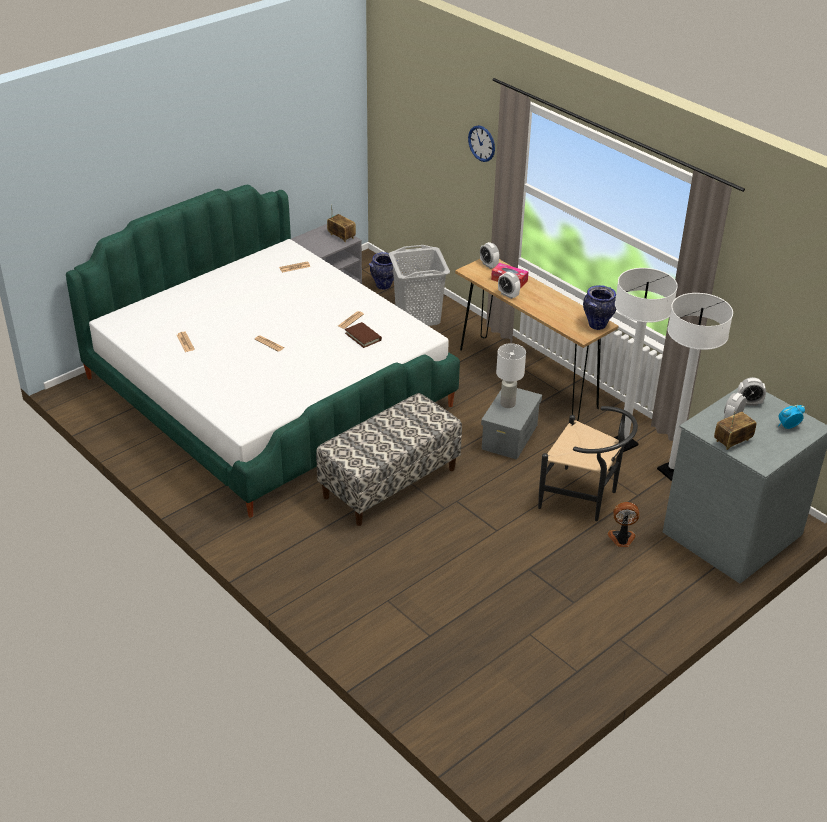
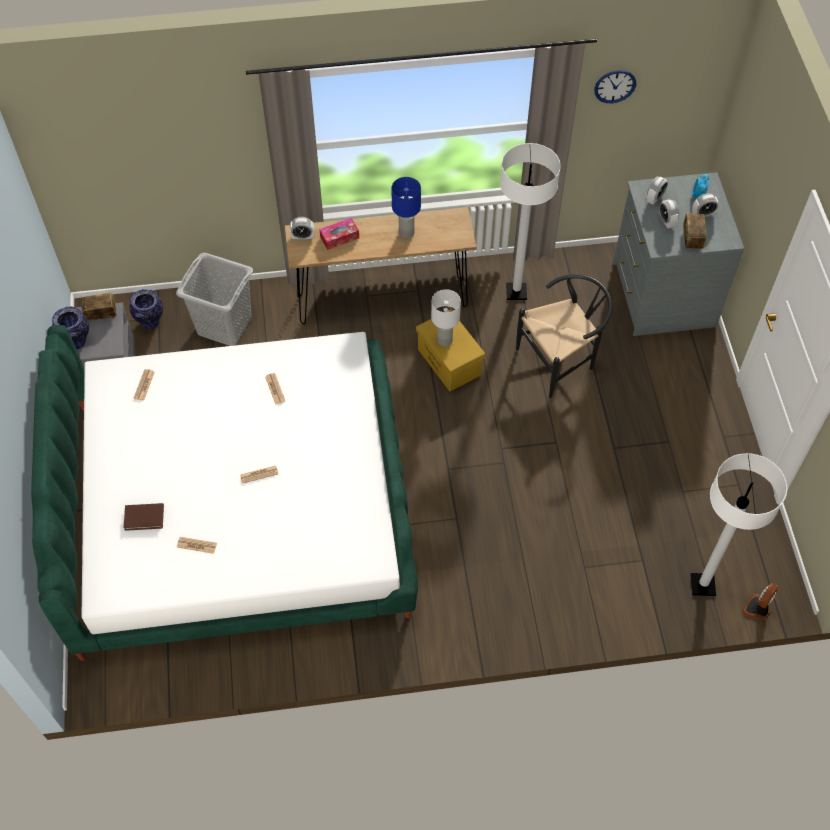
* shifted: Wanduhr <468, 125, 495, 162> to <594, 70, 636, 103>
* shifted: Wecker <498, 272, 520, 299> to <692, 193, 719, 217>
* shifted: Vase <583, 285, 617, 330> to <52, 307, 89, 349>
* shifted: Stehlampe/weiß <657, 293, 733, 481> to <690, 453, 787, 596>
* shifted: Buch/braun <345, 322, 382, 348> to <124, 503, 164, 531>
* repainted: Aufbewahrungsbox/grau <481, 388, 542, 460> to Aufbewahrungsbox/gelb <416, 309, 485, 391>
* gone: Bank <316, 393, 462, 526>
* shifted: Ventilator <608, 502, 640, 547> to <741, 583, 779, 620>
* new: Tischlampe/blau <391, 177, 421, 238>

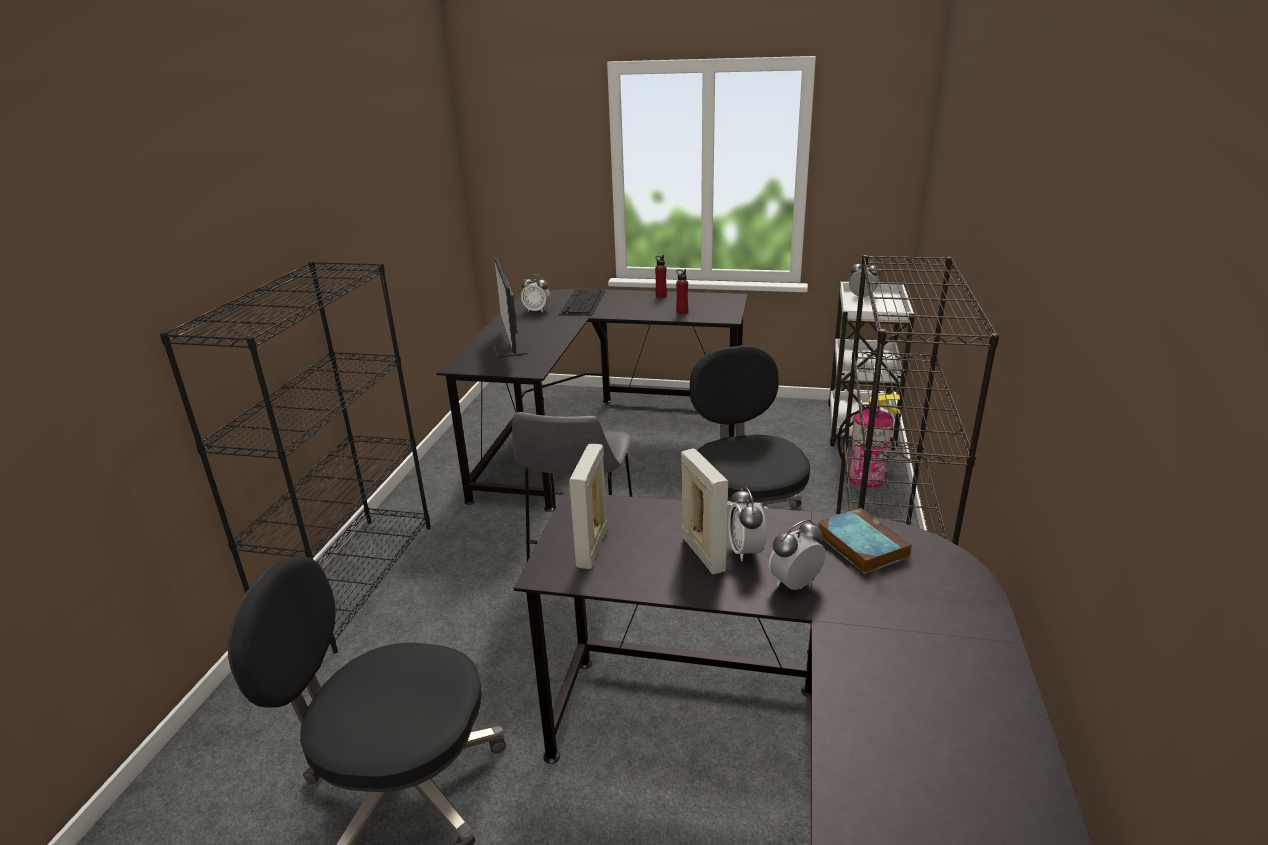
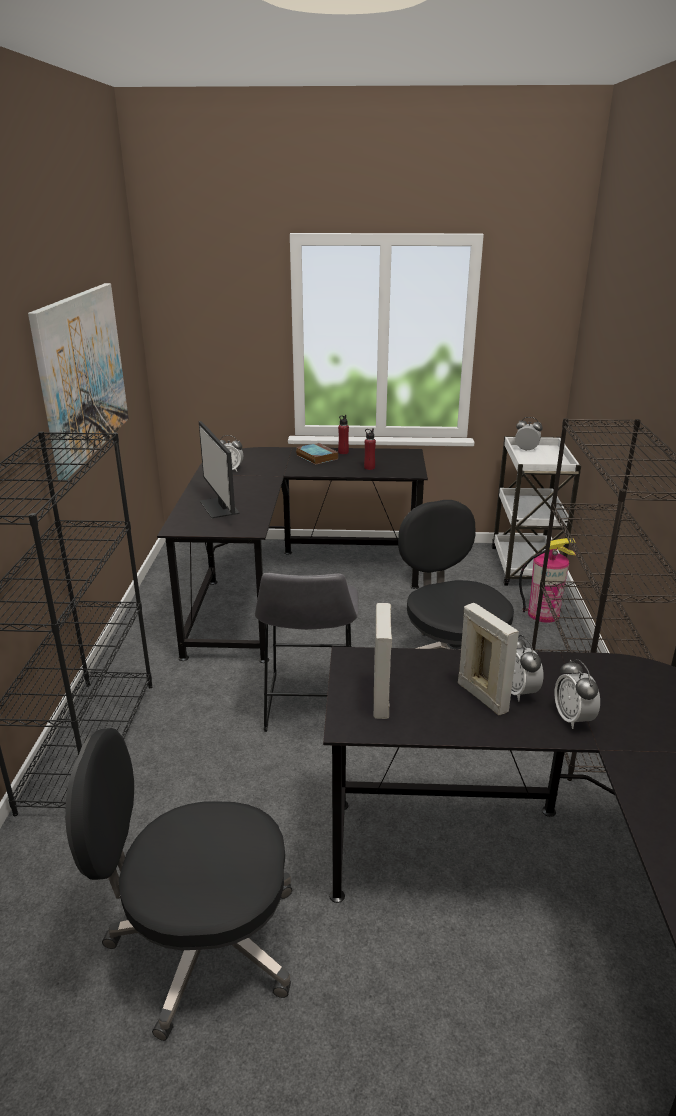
* gone: Tastatur <559, 289, 605, 316>
* shifted: Buch <818, 508, 912, 574> to <296, 443, 339, 465>
* rotated: Wecker <769, 520, 826, 590> = <555, 659, 600, 729> 60 degrees counterclockwise
* new: Bild <28, 283, 129, 480>

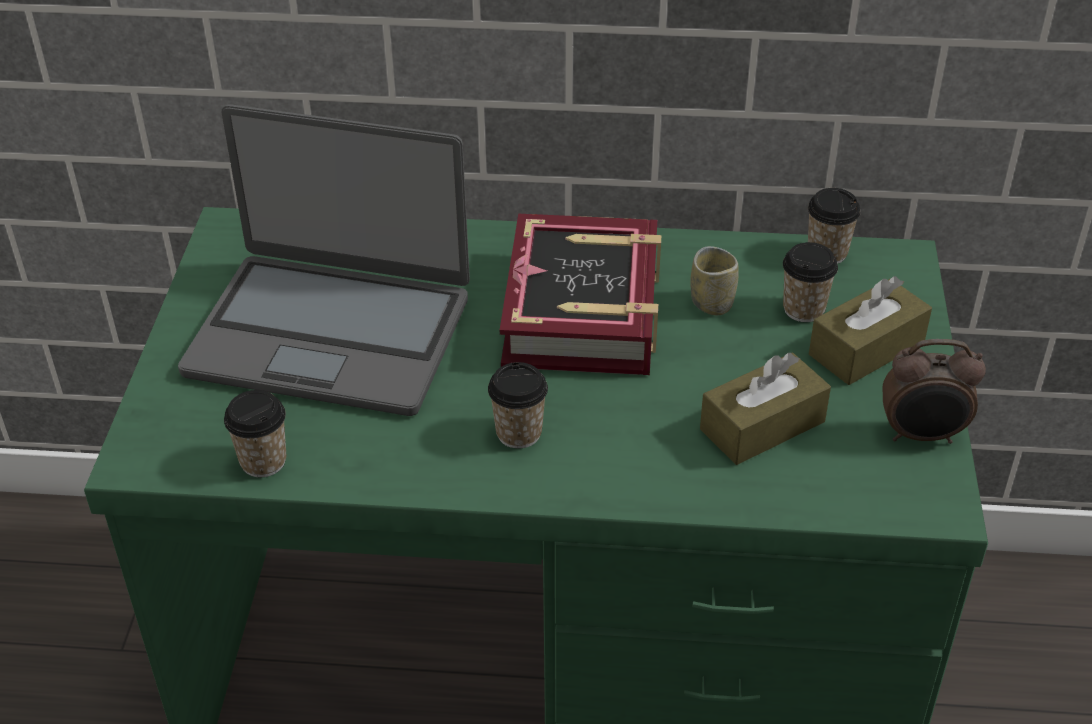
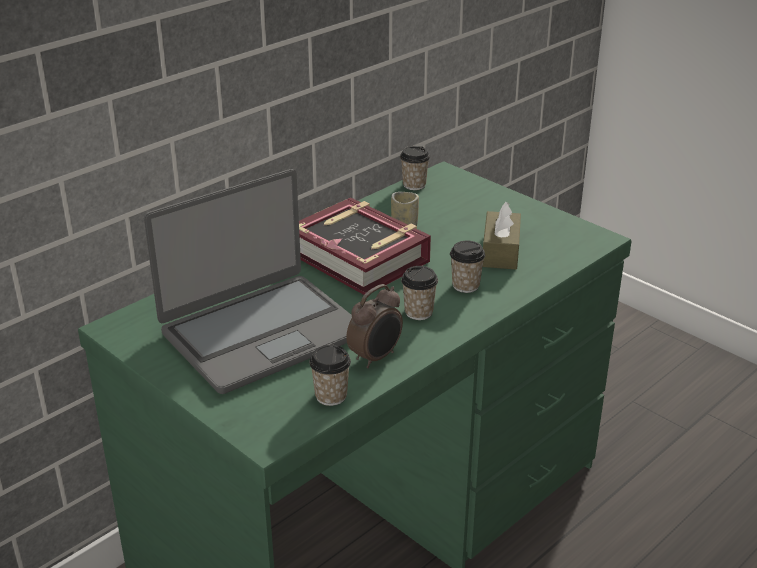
* shifted: Tasse <783, 242, 838, 322> to <450, 241, 485, 293>
* gone: Taschentuchbox/braun <809, 276, 932, 385>
* shifted: Wecker <882, 339, 986, 444> to <346, 284, 403, 368>

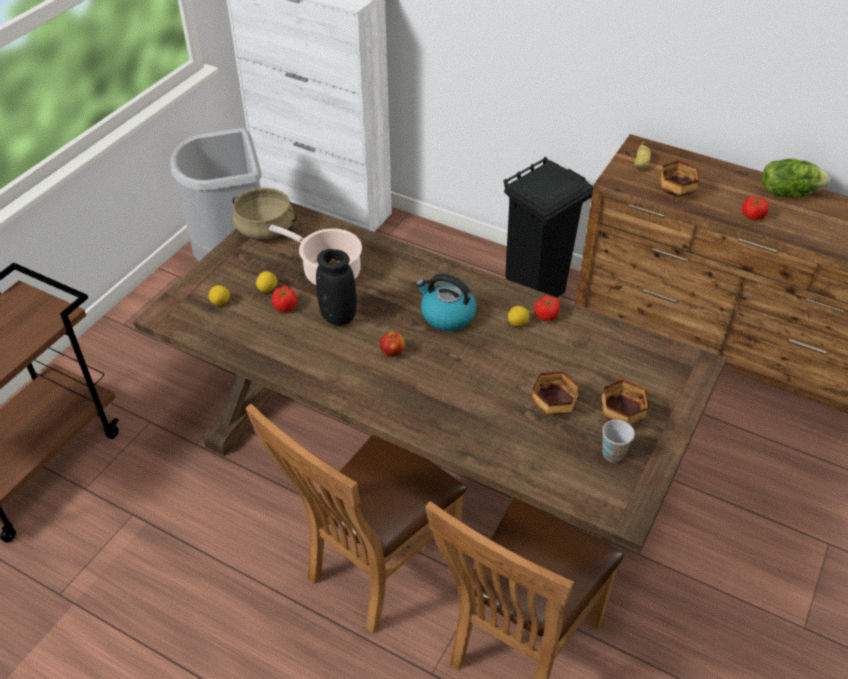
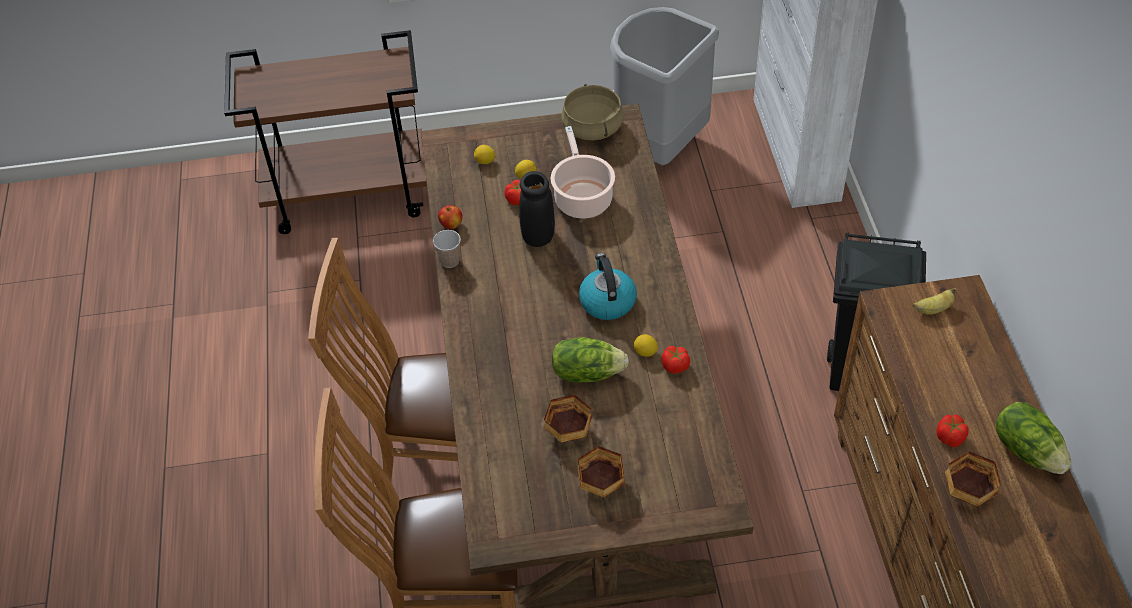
* shifted: Schüssel <660, 161, 700, 197> to <945, 452, 1001, 506>
* shifted: Apfel <380, 331, 405, 357> to <438, 205, 463, 229>
* shifted: Tasse <602, 420, 635, 463> to <433, 230, 461, 268>
* new: Salatkopf <552, 337, 629, 383>

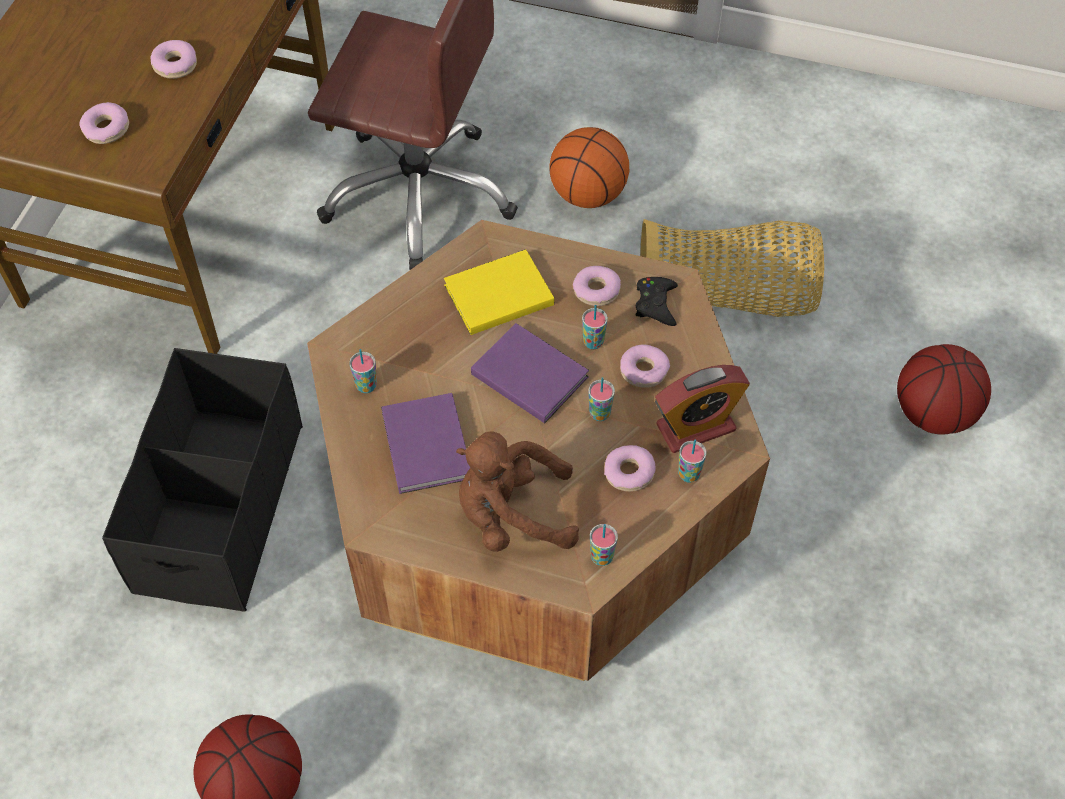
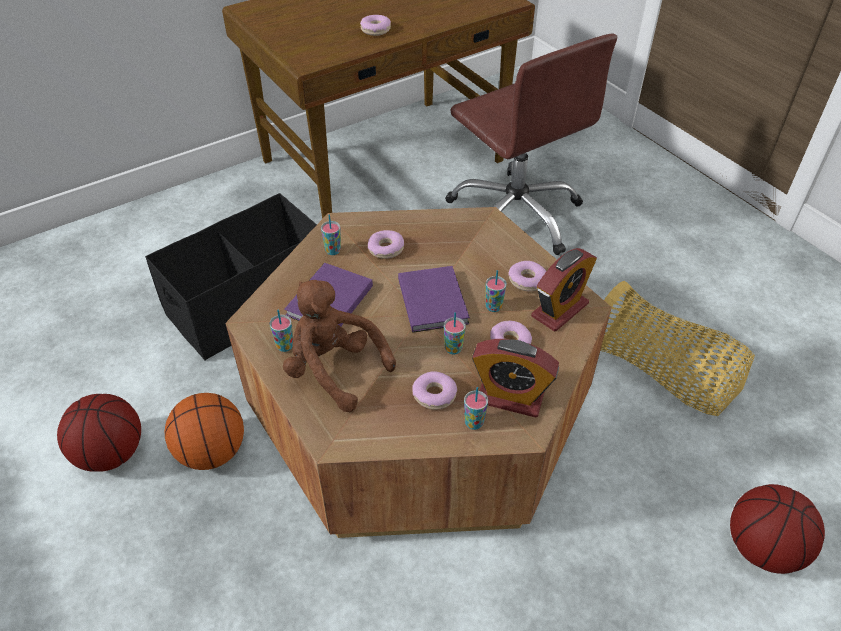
* shifted: Donut <79, 102, 129, 144> to <368, 230, 404, 259>
* shifted: Basketball <549, 127, 629, 208> to <165, 393, 244, 470>
* gone: Buch/gelb <444, 249, 554, 335>
* swapped: Gamepad/schwarz <636, 277, 678, 326> to Wecker <531, 248, 597, 331>
* shifted: Tasse <590, 524, 618, 566> to <269, 310, 293, 352>

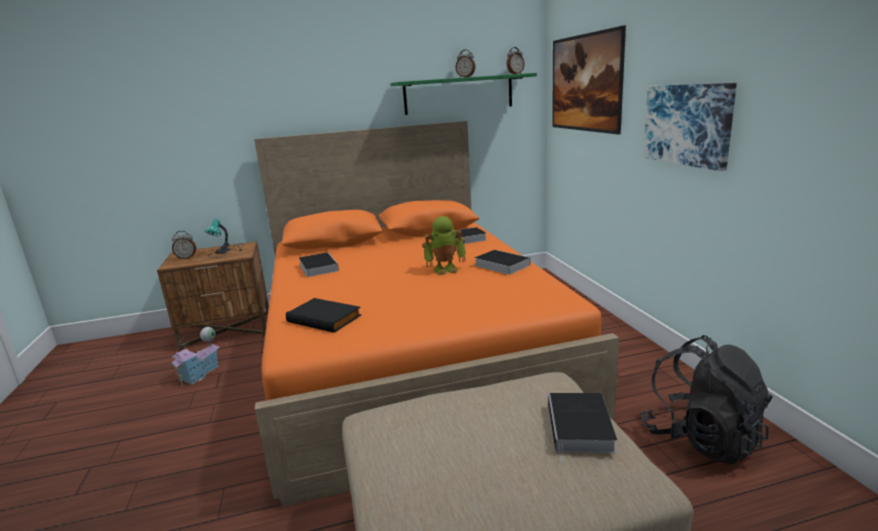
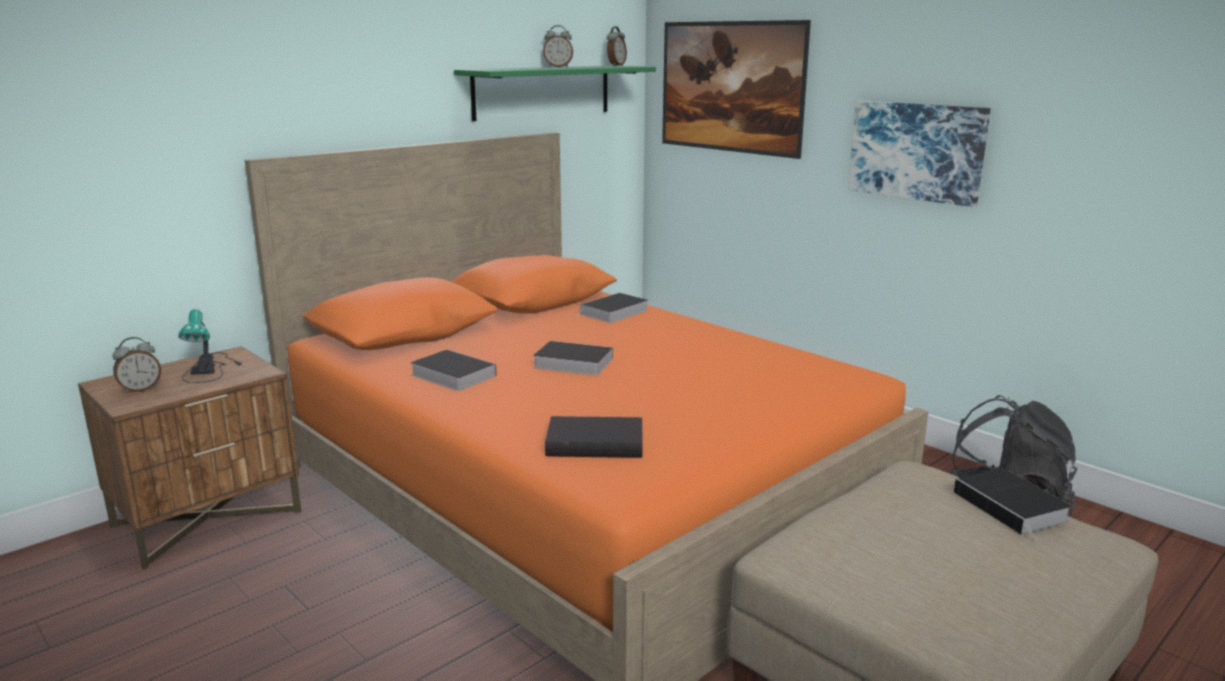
* gone: Spielzeugroboter <422, 216, 466, 275>
* shifted: Buch <474, 250, 530, 275> to <533, 341, 613, 376>
* gone: Spielzeughaus <169, 327, 220, 386>

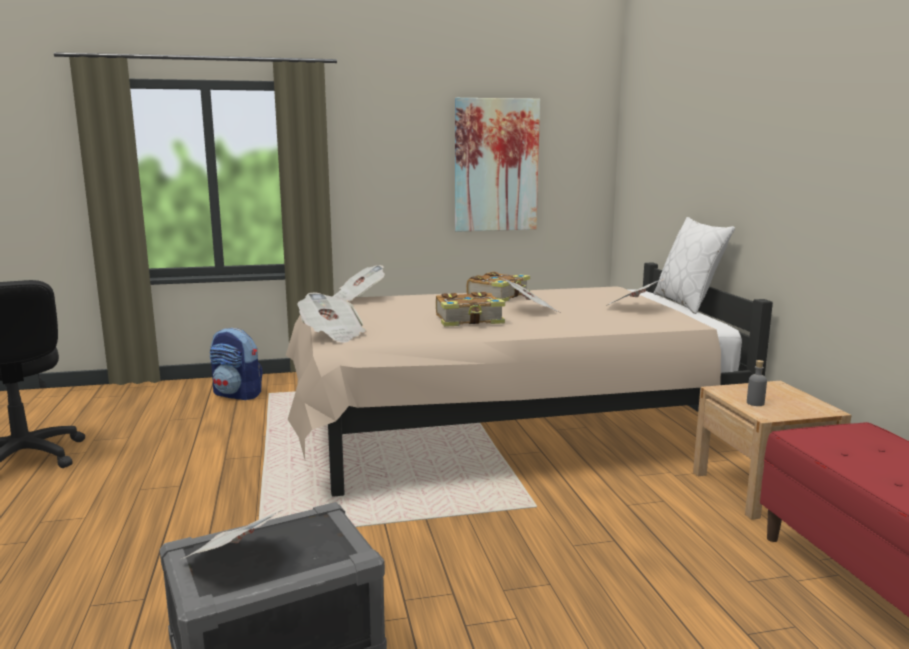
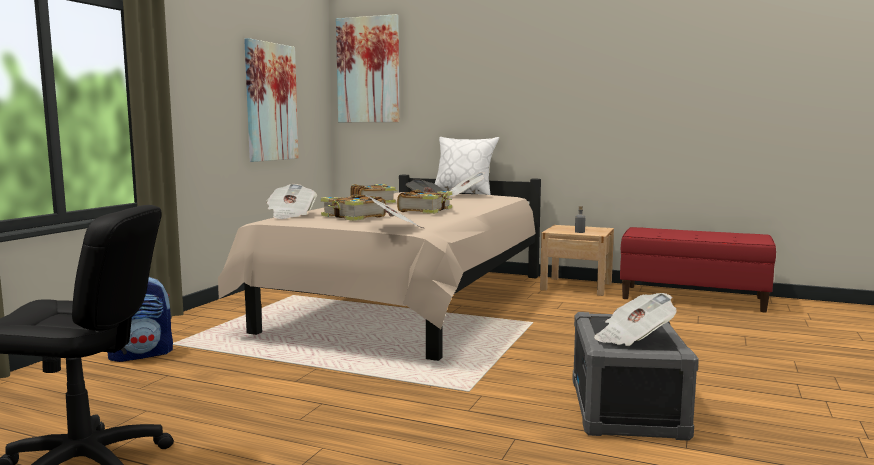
* new: Bild <336, 14, 399, 122>
* new: Buch <321, 194, 386, 221>

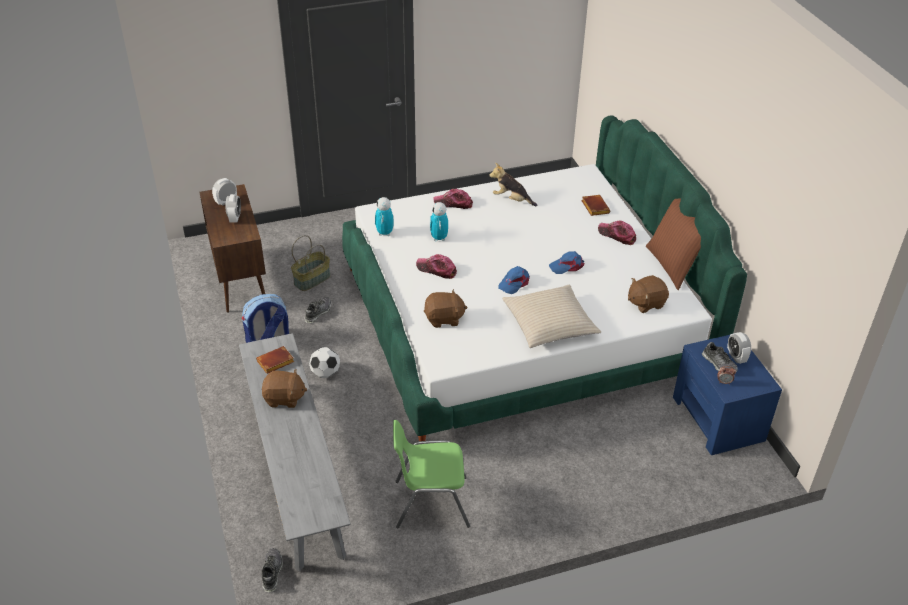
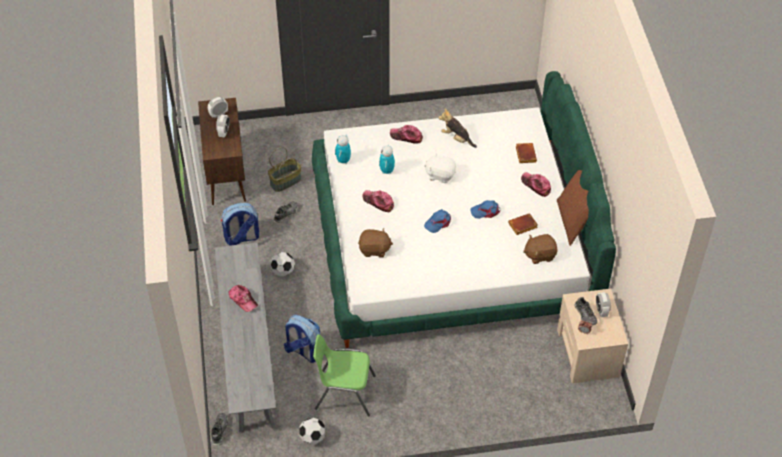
* gone: Kissen/beige <502, 285, 601, 348>
* repainted: Nachttisch/blau <673, 335, 782, 455> to Nachttisch/beige <557, 289, 628, 383>
* shifted: Buch/braun <256, 346, 294, 374> to <508, 213, 538, 235>
* swapped: Plüschtier/braun <262, 369, 307, 408> to Kappe <228, 285, 258, 312>
* new: Plüschtier/weiß <424, 152, 456, 183>
* new: Rucksack <284, 315, 320, 363>
* new: Fußball <299, 417, 325, 445>

